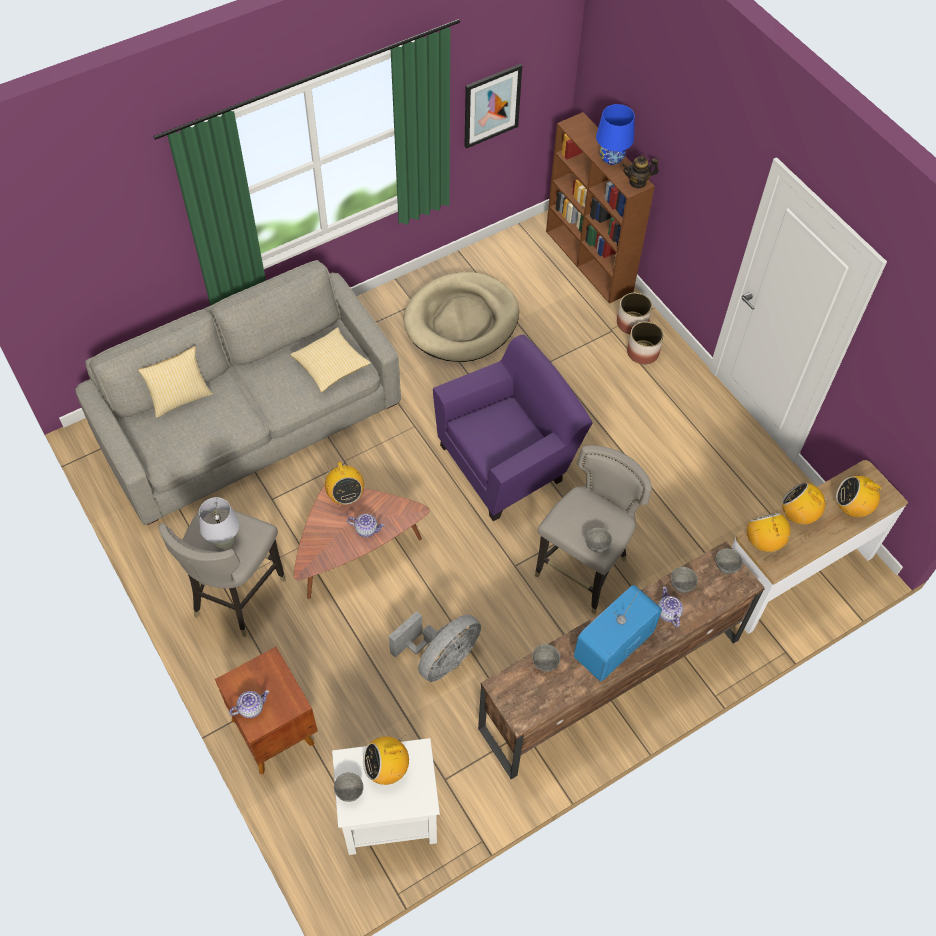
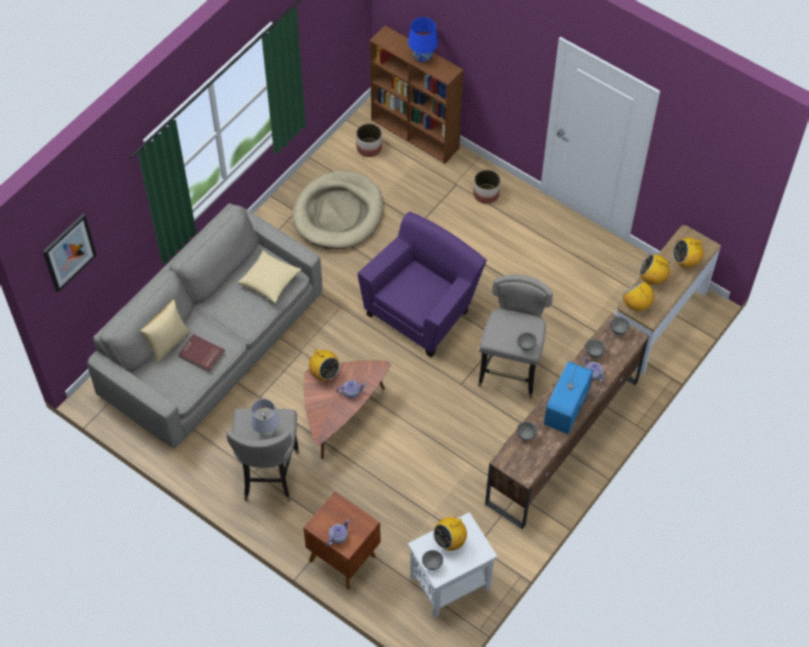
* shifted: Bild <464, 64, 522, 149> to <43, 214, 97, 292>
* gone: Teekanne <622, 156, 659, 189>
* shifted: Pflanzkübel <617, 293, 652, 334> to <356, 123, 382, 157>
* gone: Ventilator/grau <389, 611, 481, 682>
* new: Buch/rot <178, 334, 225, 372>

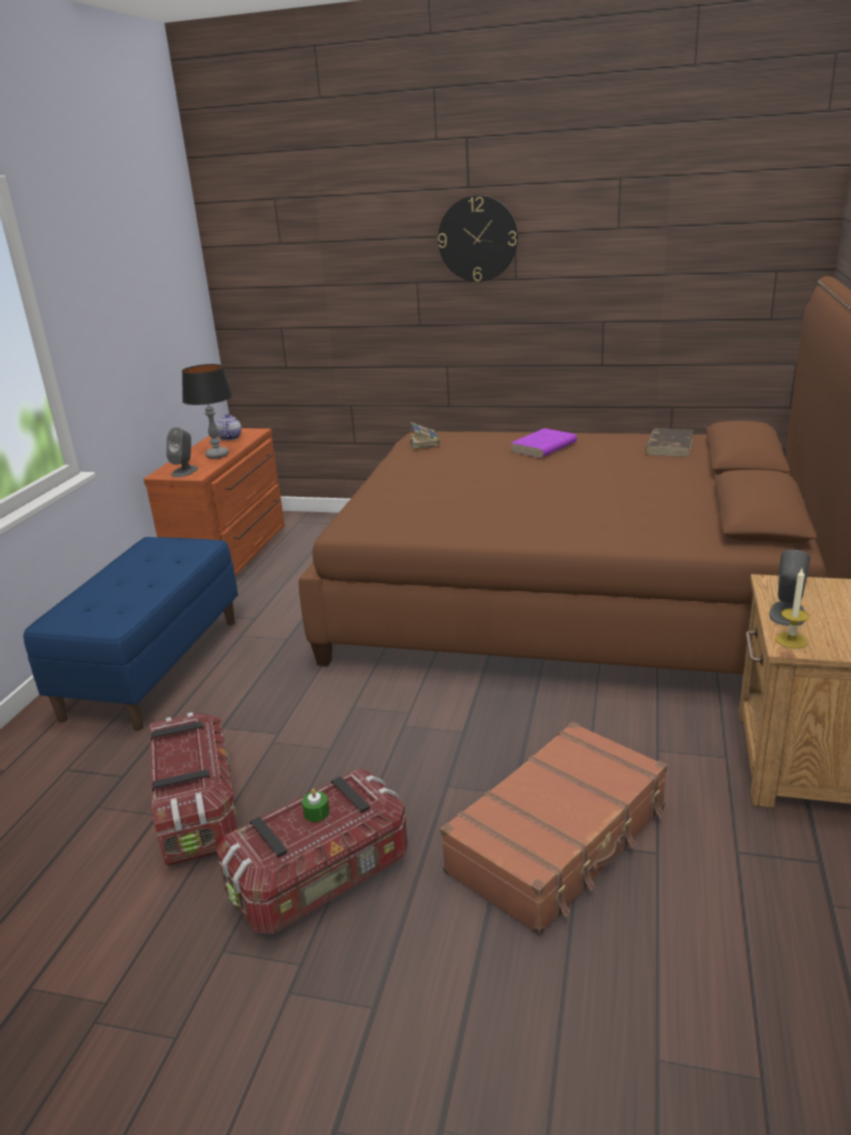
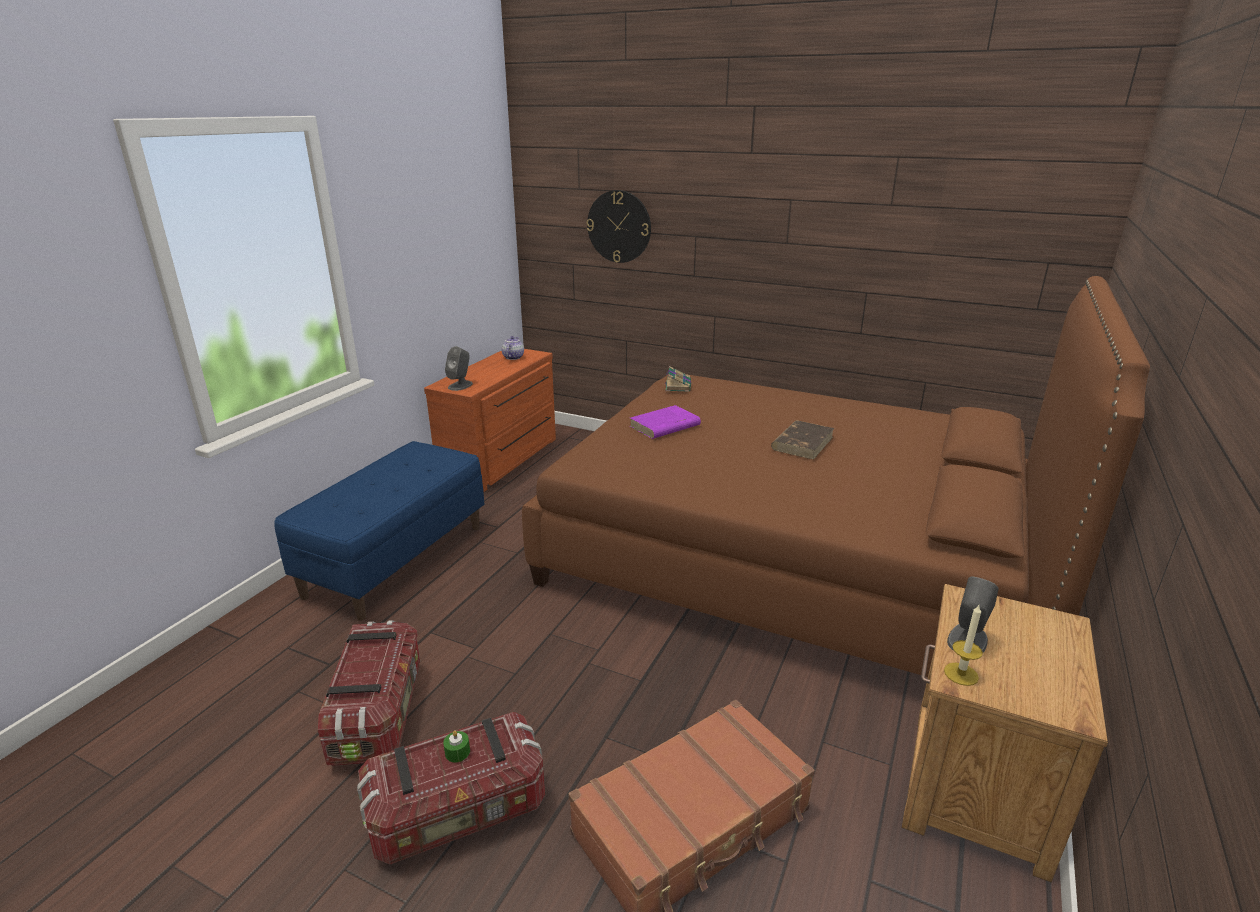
* shifted: Wanduhr <438, 195, 518, 282> to <587, 190, 651, 263>
* gone: Tischlampe <182, 364, 232, 459>
* shifted: Buch/lila <510, 428, 577, 458> to <630, 405, 701, 439>
* shifted: Buch/braun <645, 428, 694, 457> to <771, 421, 834, 460>

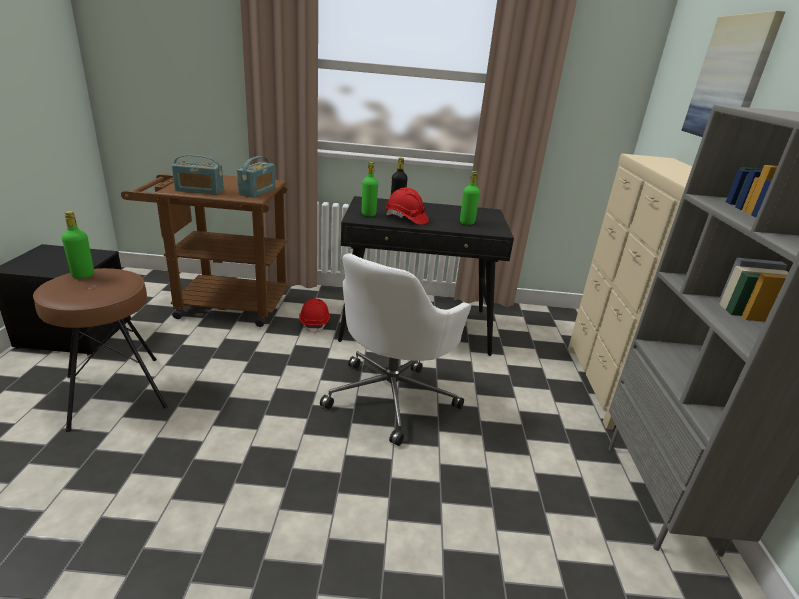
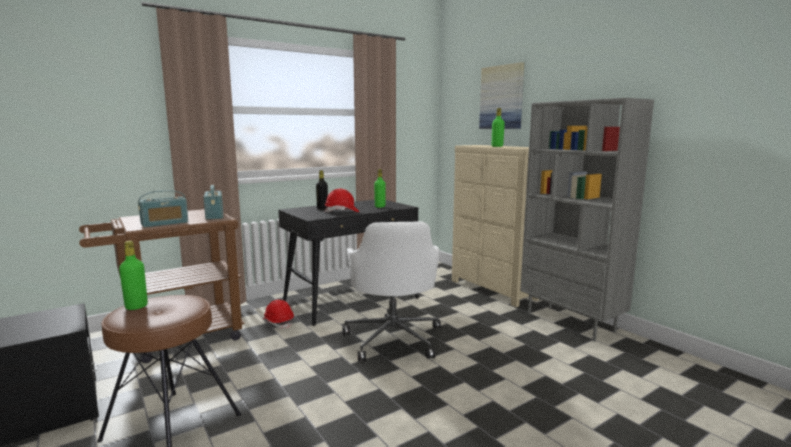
* shifted: Flasche/grün <361, 162, 378, 217> to <492, 108, 505, 147>

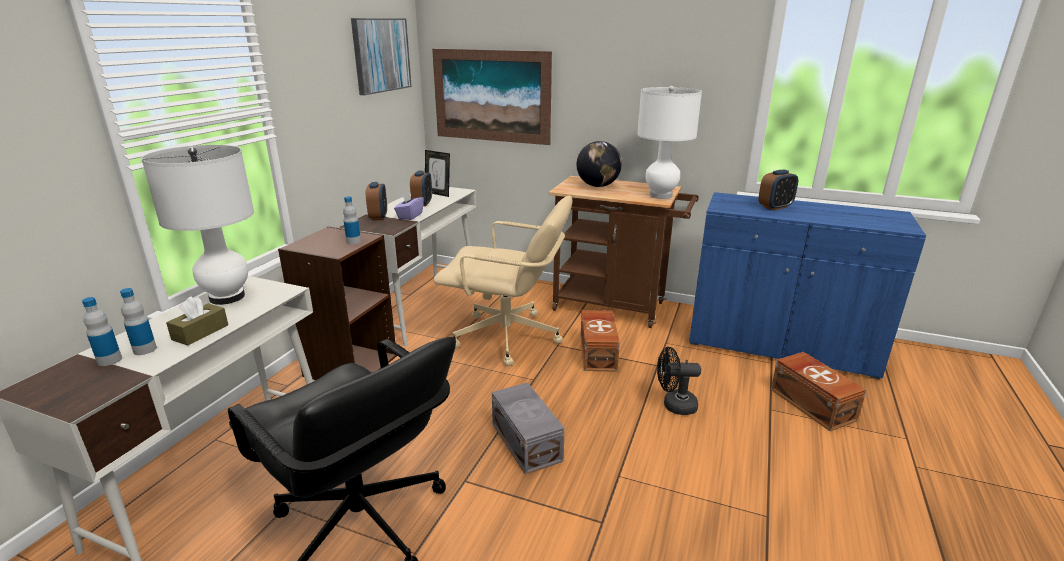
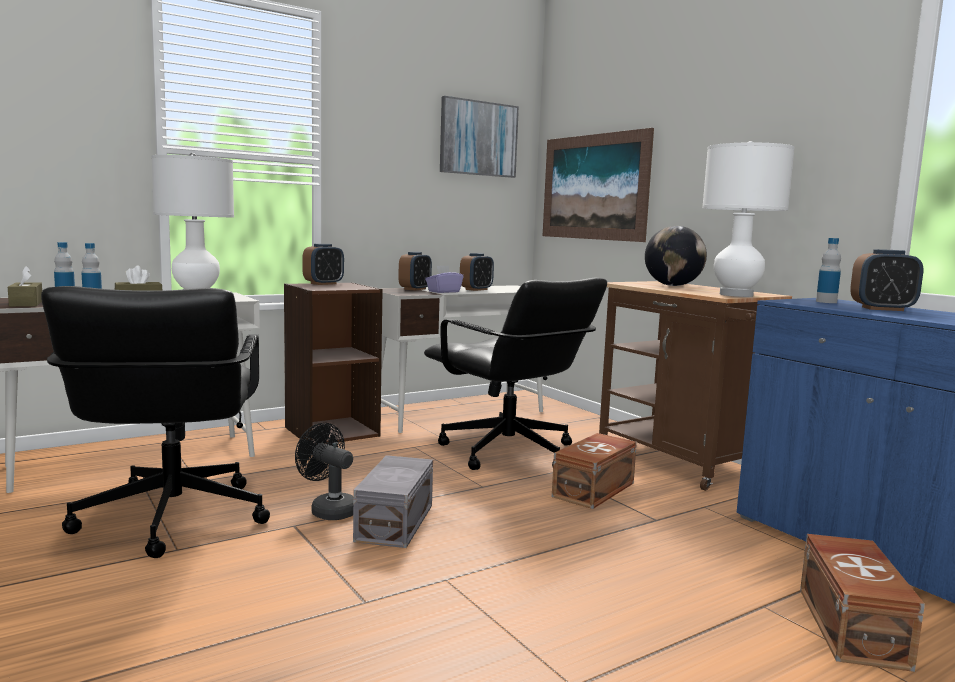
* gone: Bilderrahmen <425, 150, 450, 197>
* repainted: Bürostuhl/beige <433, 195, 572, 366> to Bürostuhl/schwarz <424, 278, 607, 470>
* shifted: Flasche <343, 196, 361, 244> to <816, 238, 841, 303>
* shifted: Ventilator/schwarz <657, 347, 701, 415> to <295, 423, 354, 520>
* new: Wecker <302, 244, 344, 285>
* new: Taschentuchbox/braun <8, 266, 42, 307>

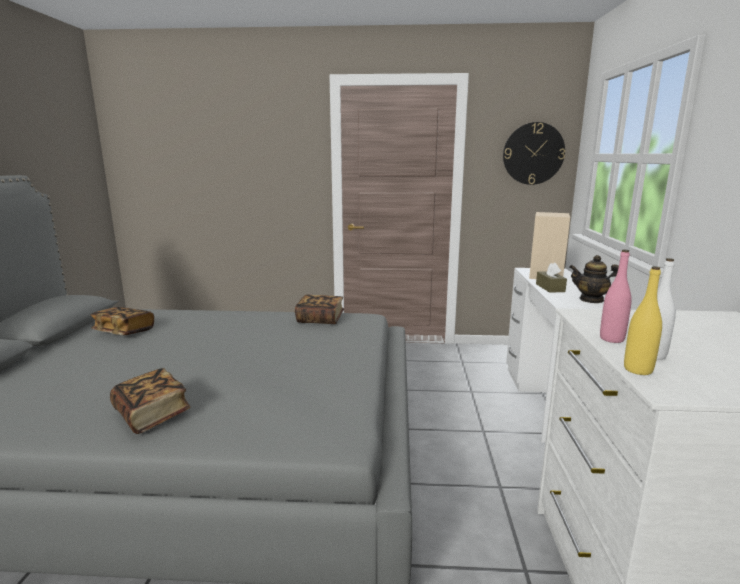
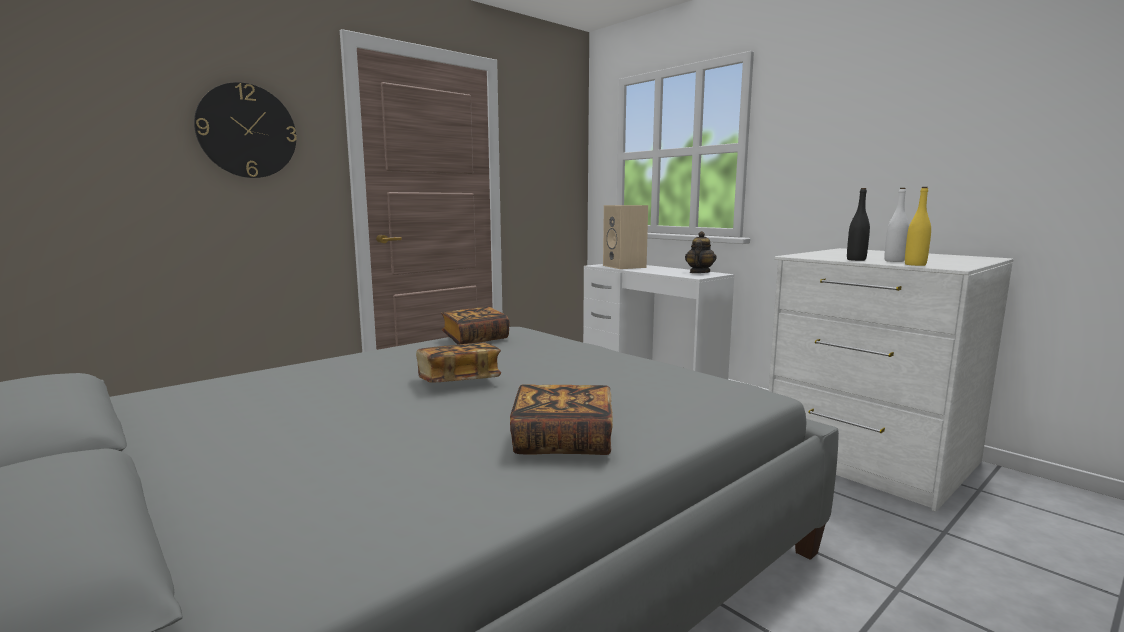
* shifted: Wanduhr <503, 122, 565, 185> to <194, 82, 297, 178>
* repainted: Flasche/rosa <600, 249, 632, 343> to Flasche/schwarz <847, 188, 870, 261>
* rotated: Teekanne <569, 255, 619, 303> = <685, 231, 717, 273> 135 degrees clockwise
* gone: Taschentuchbox/braun <536, 262, 567, 293>
* shifted: Buch <91, 307, 154, 335> to <416, 342, 501, 383>

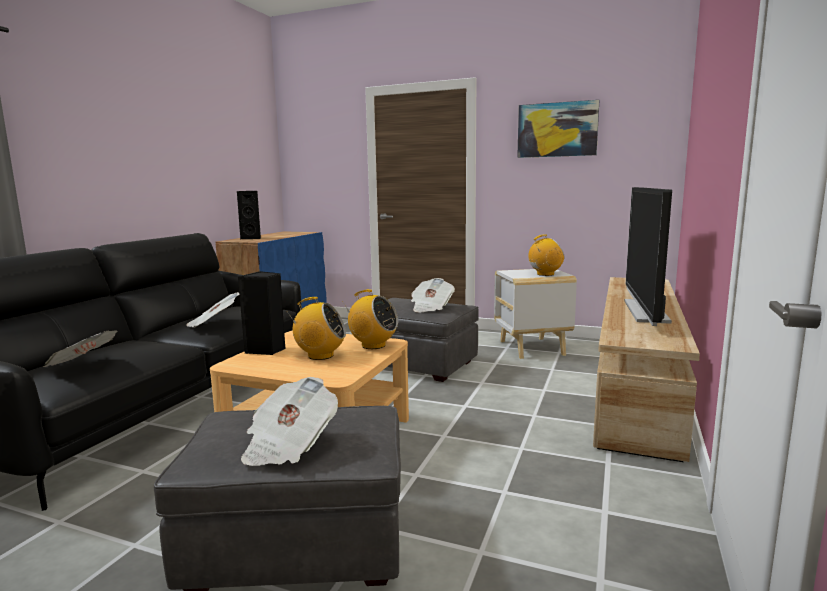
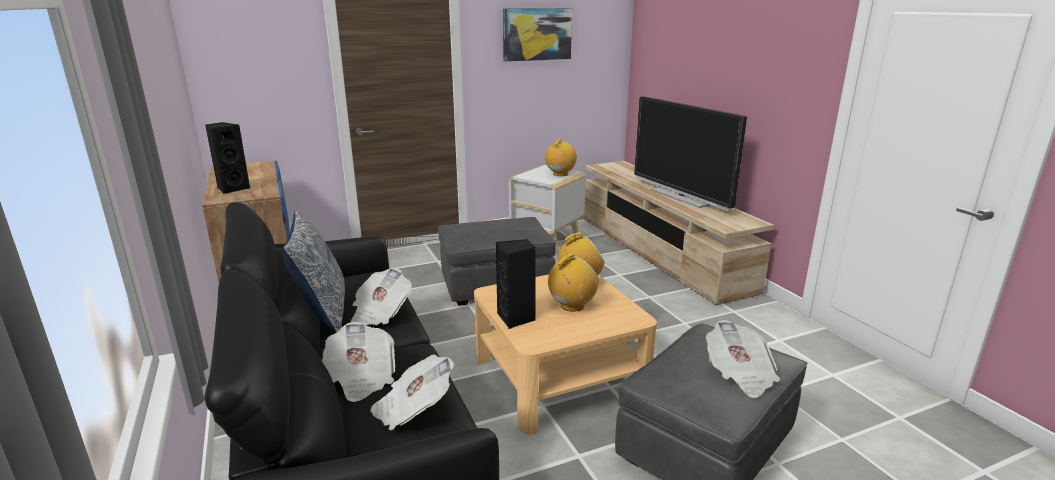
* shifted: Zeitung <411, 278, 455, 312> to <322, 322, 395, 402>
* new: Kissen <283, 211, 345, 333>

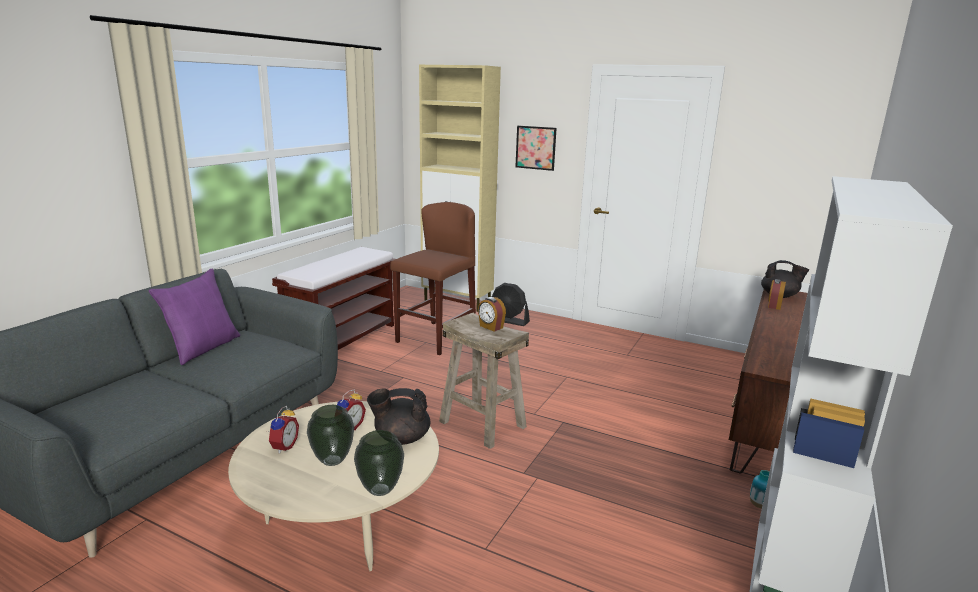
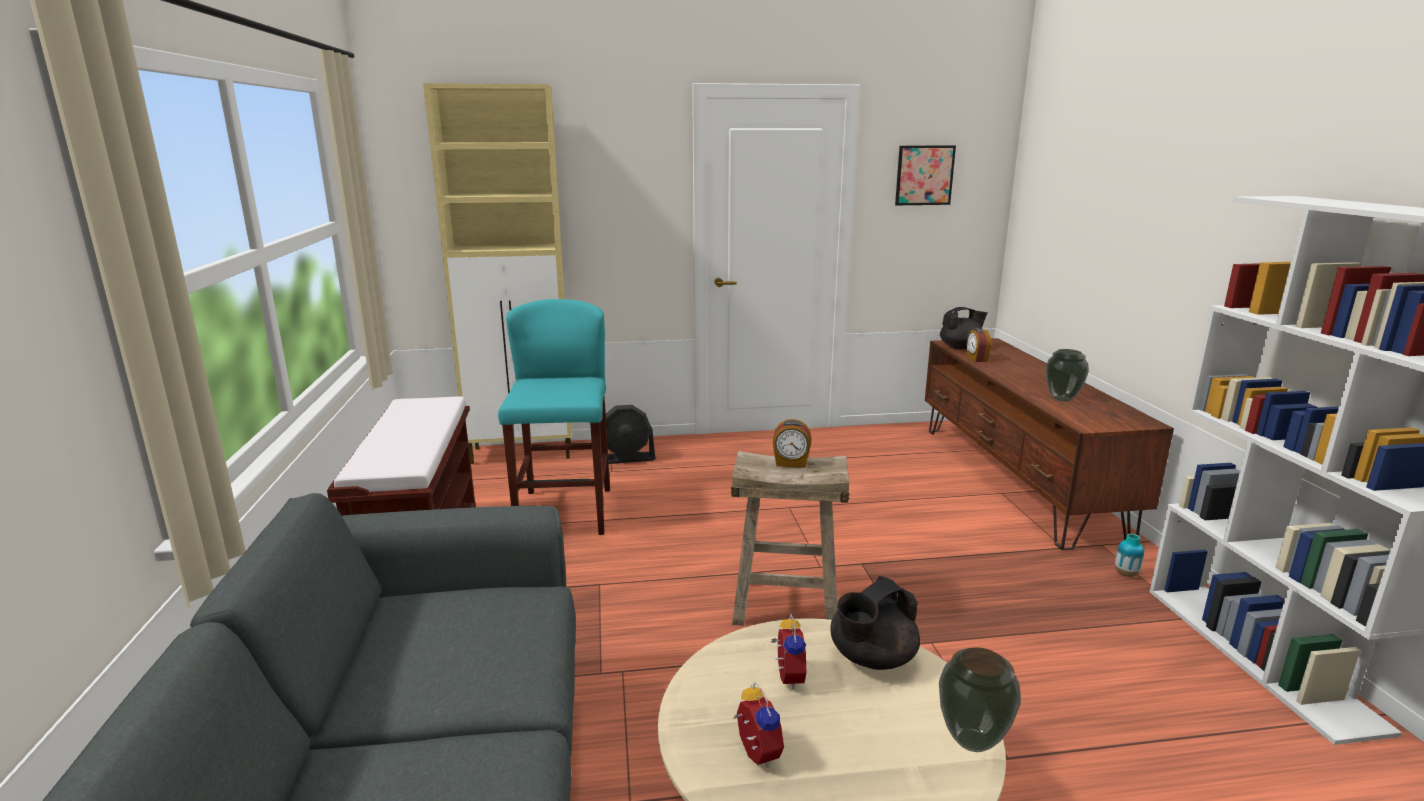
* shifted: Bild <515, 126, 557, 171> to <895, 145, 956, 205>
* repainted: Hocker/braun <390, 202, 476, 355> to Hocker/türkis <498, 299, 610, 535>
* gone: Kissen/lila <149, 269, 240, 365>
* shifted: Vase <307, 405, 354, 466> to <1046, 349, 1089, 401>

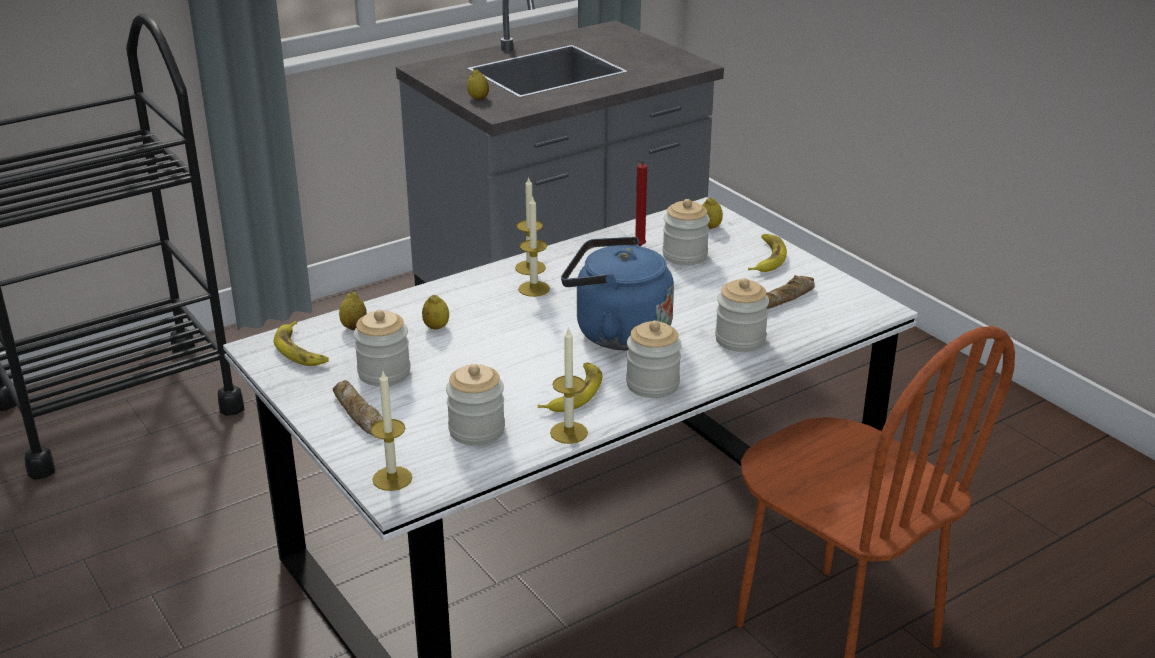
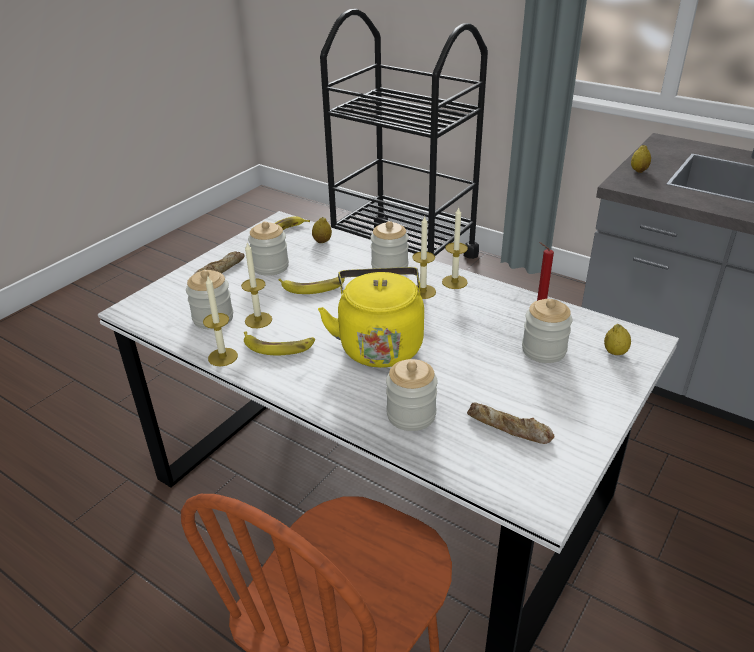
* shifted: Banane <748, 234, 787, 272> to <279, 277, 345, 294>
* repainted: Wasserkessel/blau <561, 237, 674, 351> to Wasserkessel/gelb <318, 267, 424, 368>
* gone: Zitrone <422, 295, 449, 330>
* shifted: Vorratsglas <626, 321, 682, 398> to <371, 221, 409, 269>
* shifted: Kerze <371, 371, 412, 491> to <241, 242, 272, 328>

